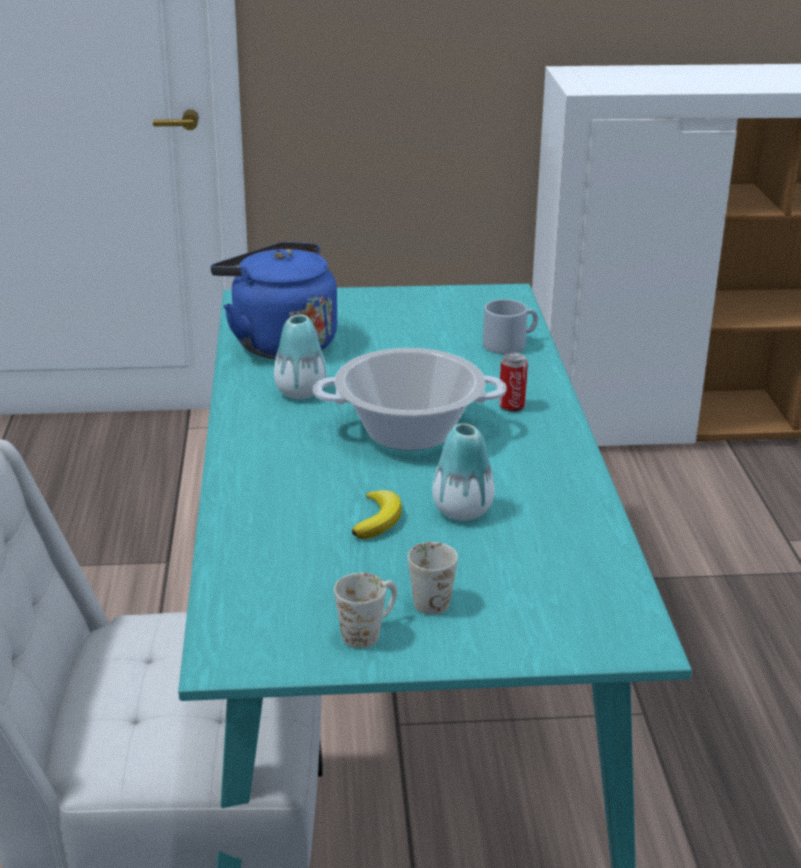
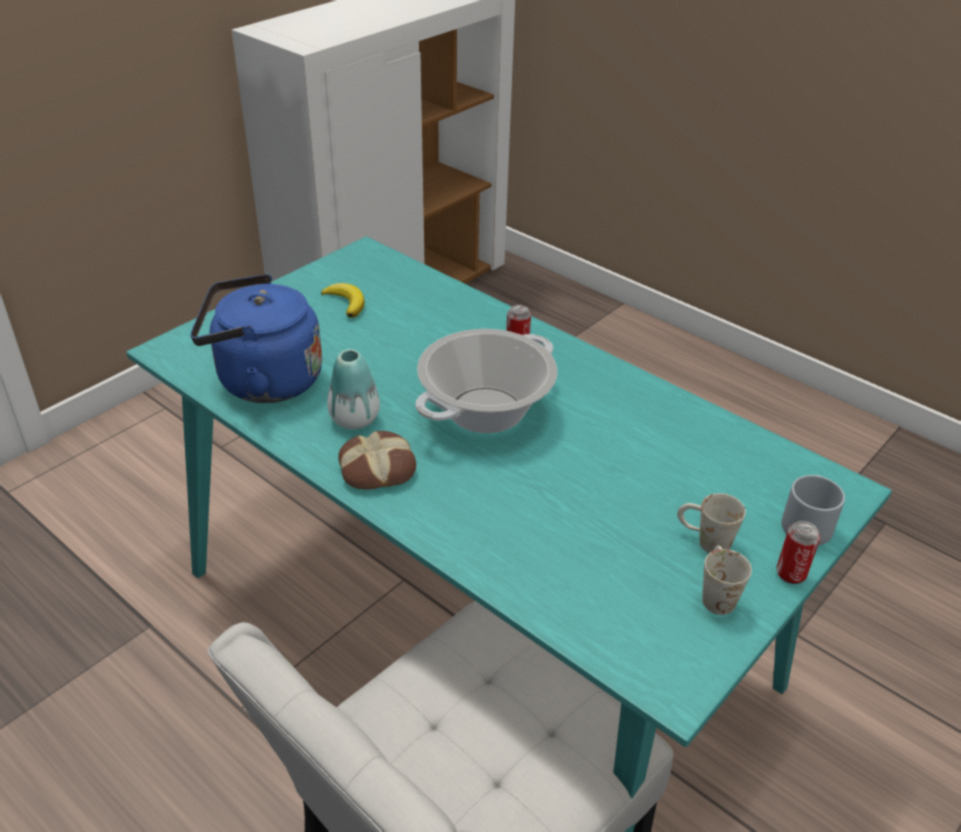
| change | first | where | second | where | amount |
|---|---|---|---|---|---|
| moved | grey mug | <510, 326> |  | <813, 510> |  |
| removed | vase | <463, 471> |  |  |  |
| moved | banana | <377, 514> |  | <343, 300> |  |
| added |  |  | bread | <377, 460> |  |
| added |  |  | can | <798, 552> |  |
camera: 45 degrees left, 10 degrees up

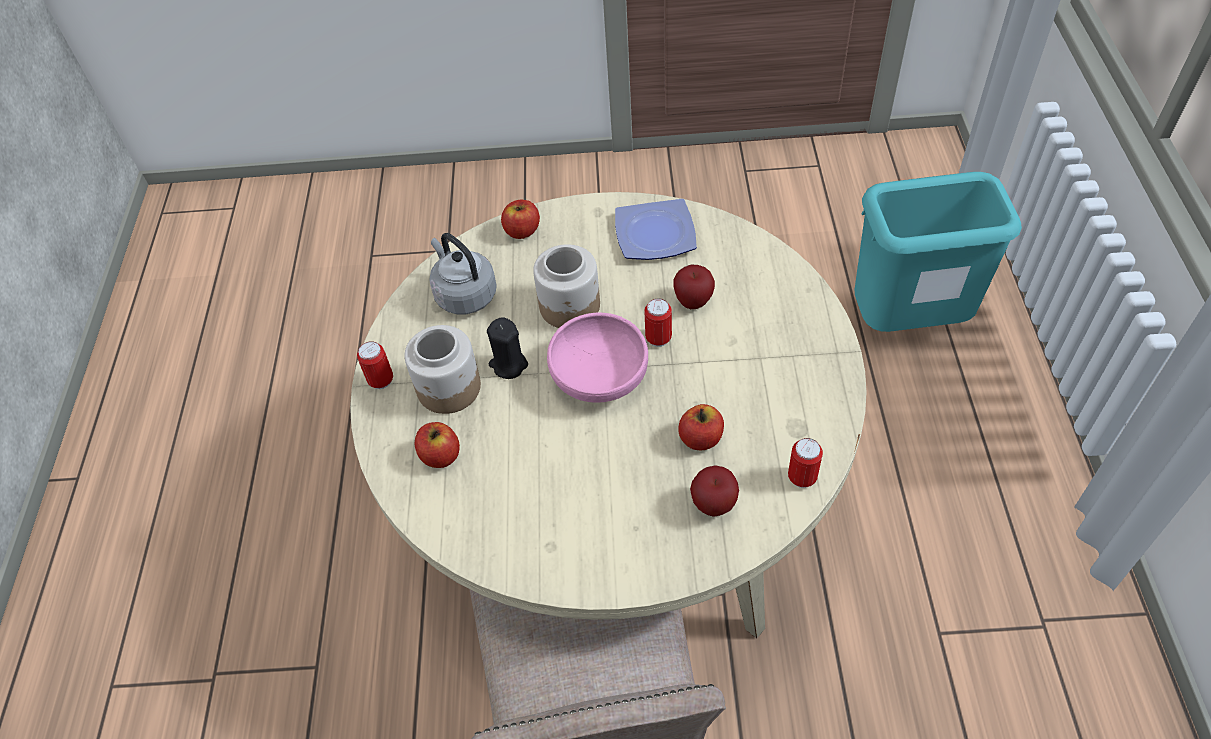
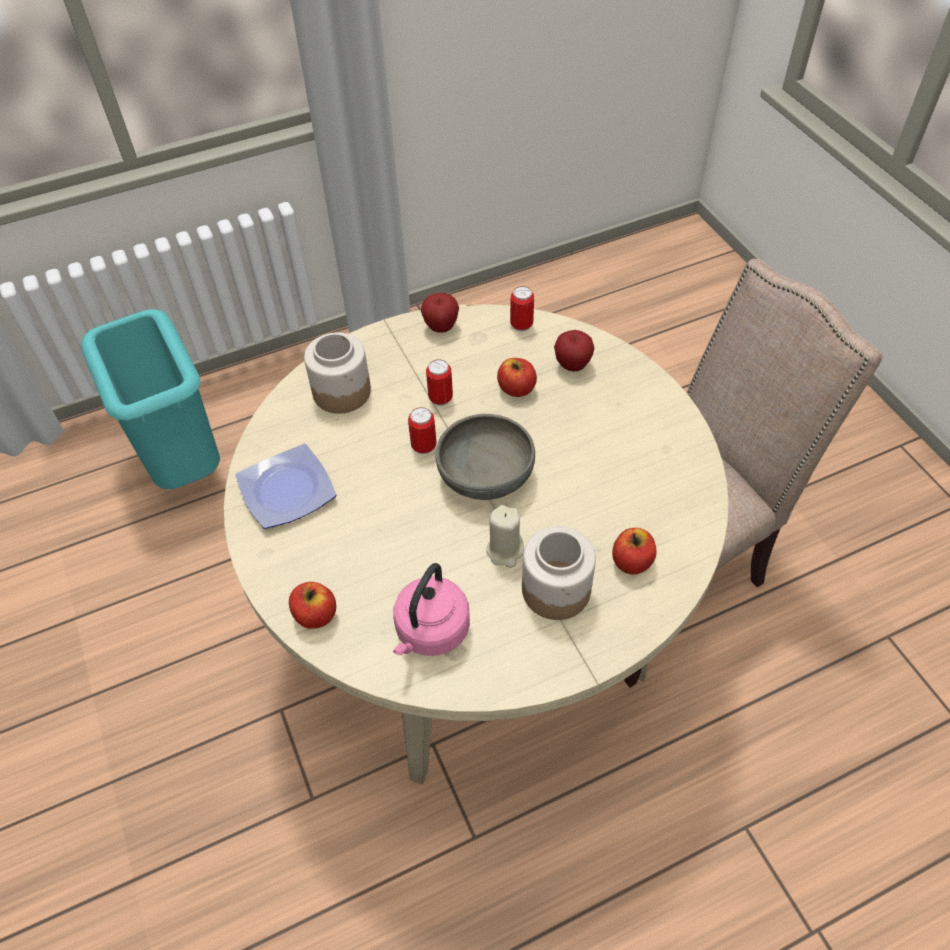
| change | first | where | second | where | amount |
|---|---|---|---|---|---|
| recoloured | grey kettle | <463, 273> | pink kettle | <431, 609> |  |
| moved | jar | <566, 286> |  | <337, 373> |  |
| moved | apple | <694, 287> |  | <440, 313> |  |
| recoloured | pink bowl | <597, 357> | grey bowl | <485, 457> |  |
| recoloured | black candle | <507, 348> | beige candle | <505, 536> |  |
| moved | can | <375, 365> |  | <439, 382> |  |
camera: 115 degrees left, 0 degrees up

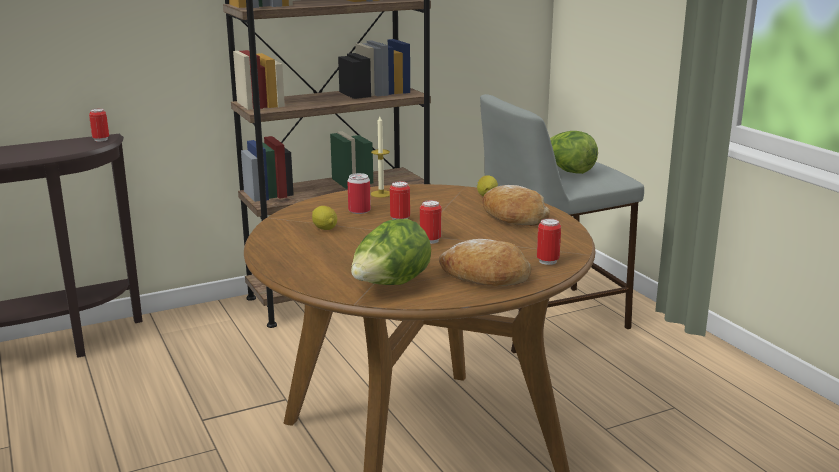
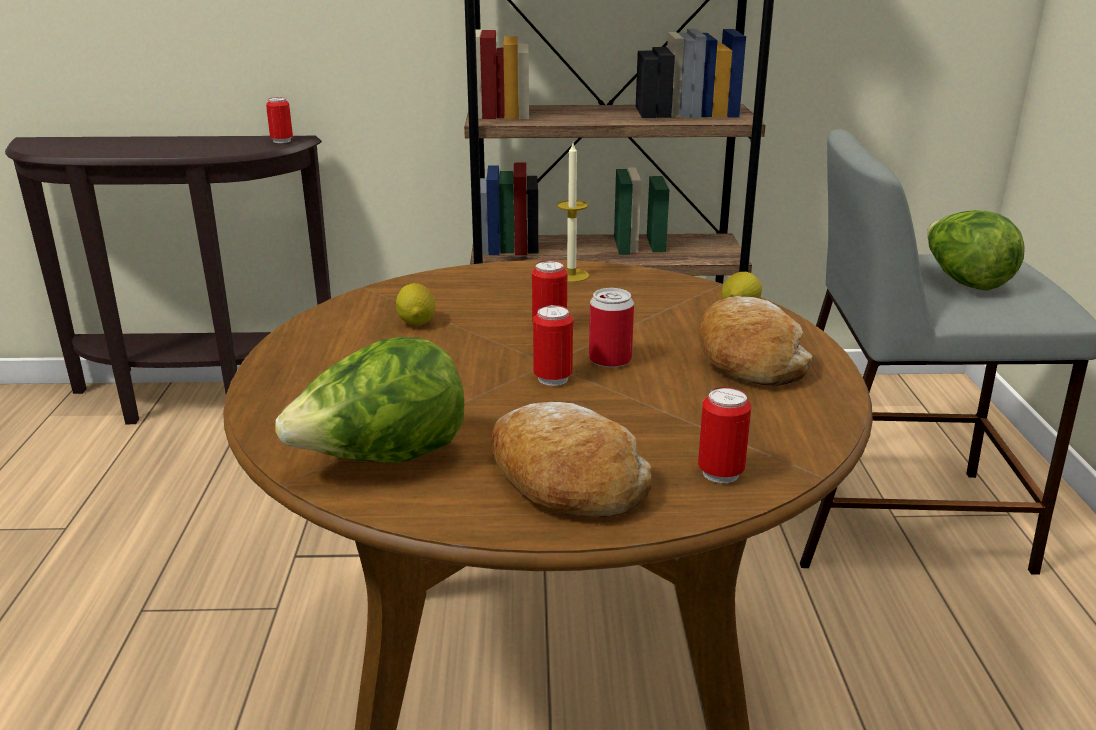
| change | first | where | second | where | amount |
|---|---|---|---|---|---|
| moved | can | <359, 193> |  | <611, 328> |  |
camera: 25 degrees right, 5 degrees up

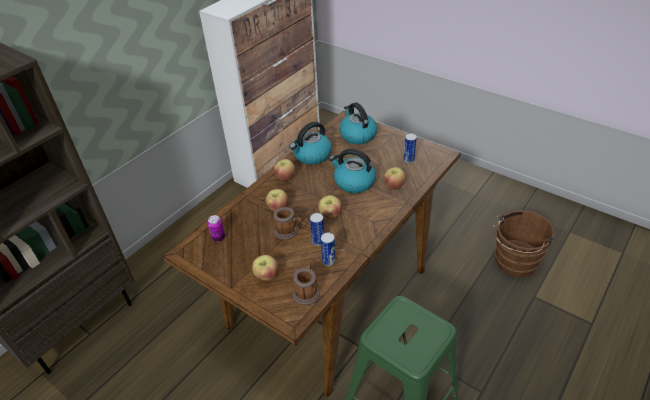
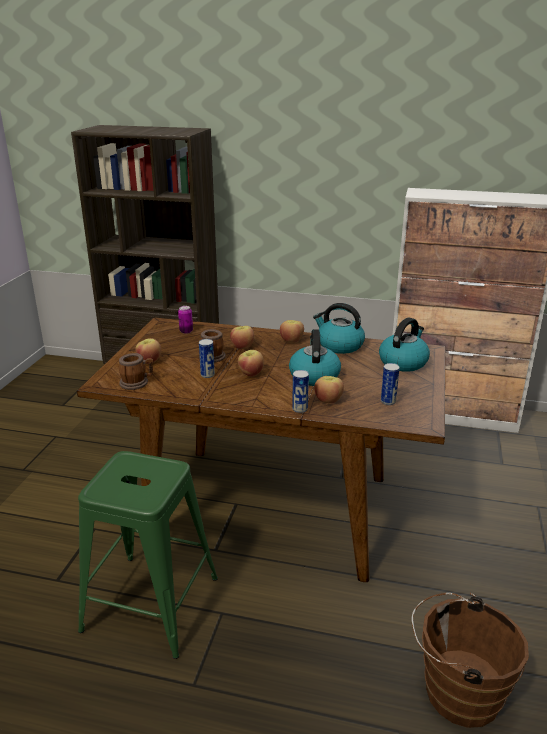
| change | first | where | second | where | amount |
|---|---|---|---|---|---|
| moved | can | <328, 249> |  | <300, 391> |  |
camera: 65 degrees right, 15 degrees down

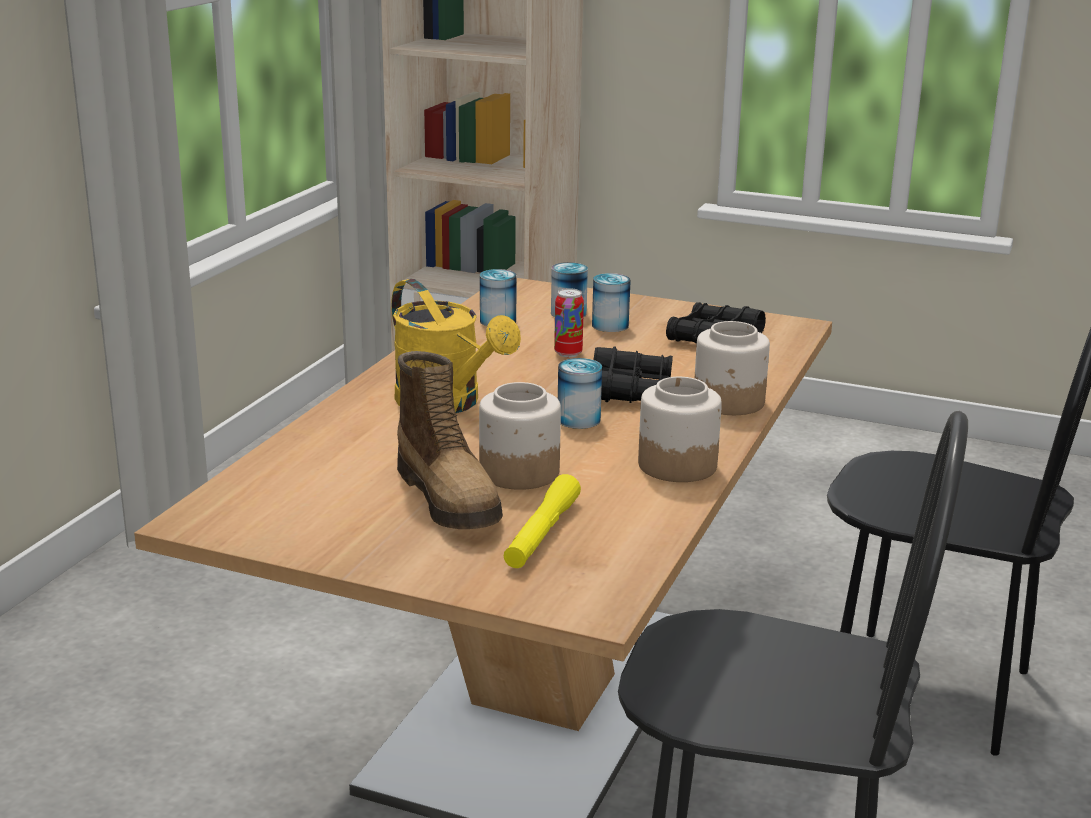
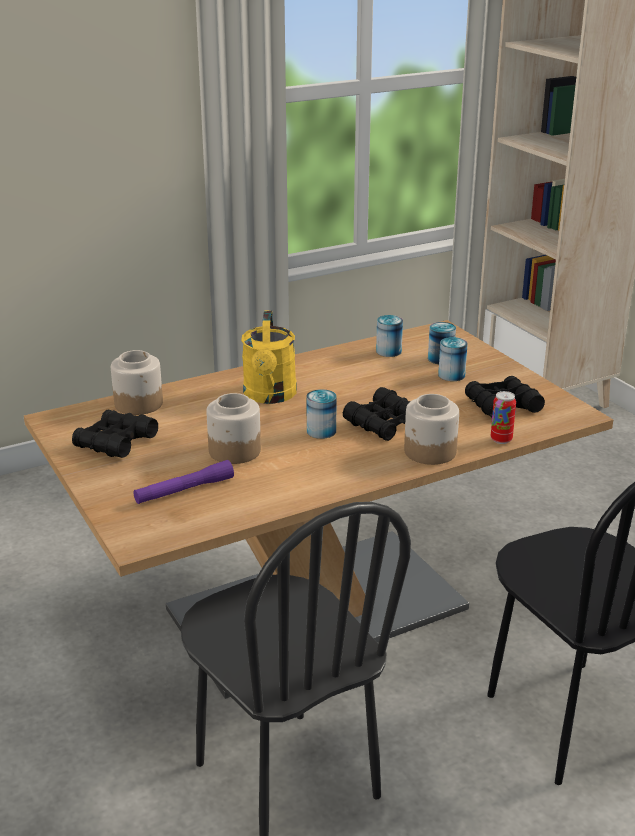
| change | first | where | second | where | amount |
|---|---|---|---|---|---|
| moved | can | <569, 322> |  | <503, 417> |  |
| removed | boot | <450, 440> |  |  |  |
| moved | jar | <680, 429> |  | <137, 382> |  |
| recoloured | yellow flashlight | <542, 521> | purple flashlight | <184, 482> |  |
| added |  |  | black binoculars | <115, 434> |  |
camera: 40 degrees right, 5 degrees up

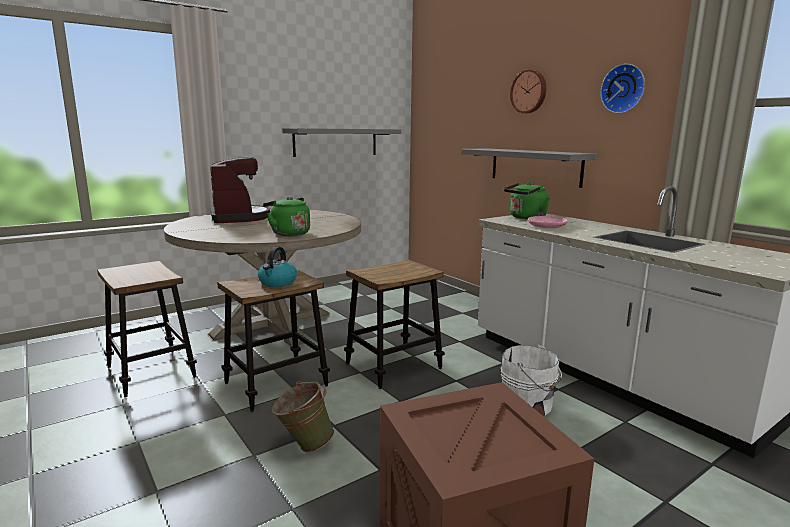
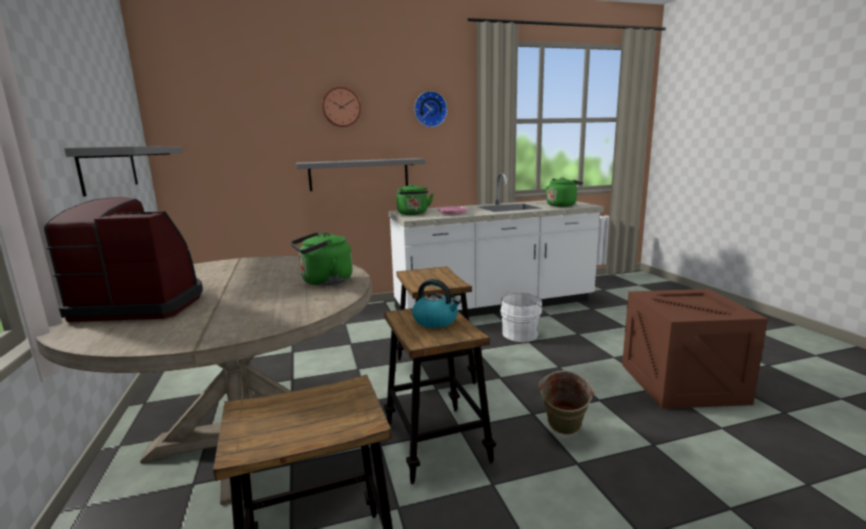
| change | first | where | second | where | amount |
|---|---|---|---|---|---|
| added |  |  | green kettle | <564, 192> |  |
camera: 70 degrees left, 0 degrees up

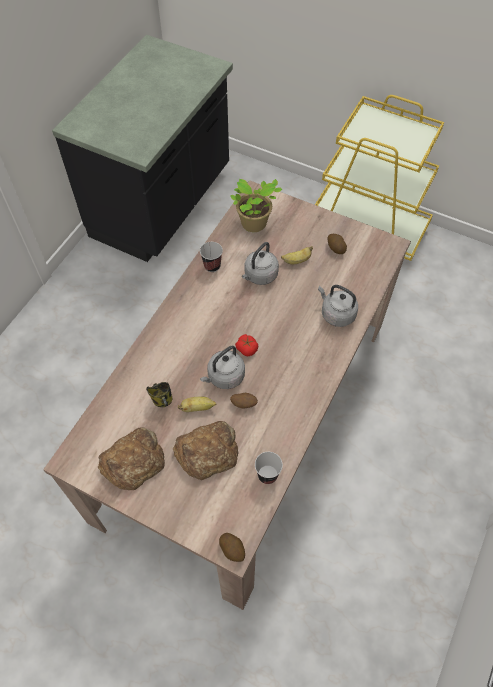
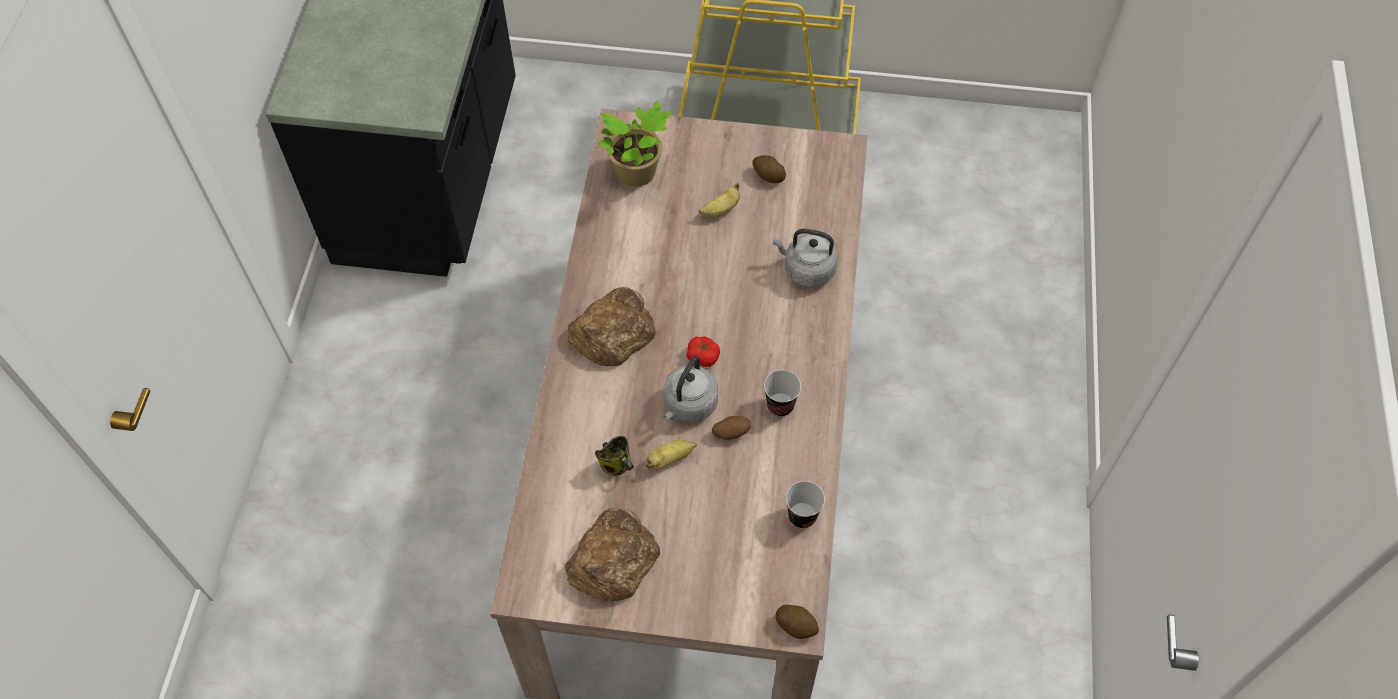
| change | first | where | second | where | amount |
|---|---|---|---|---|---|
| moved | cup | <211, 257> |  | <782, 393> |  |
| removed | grey kettle | <260, 263> |  |  |  |
| moved | bread | <206, 450> |  | <611, 326> |  |
camera: 20 degrees left, 0 degrees up

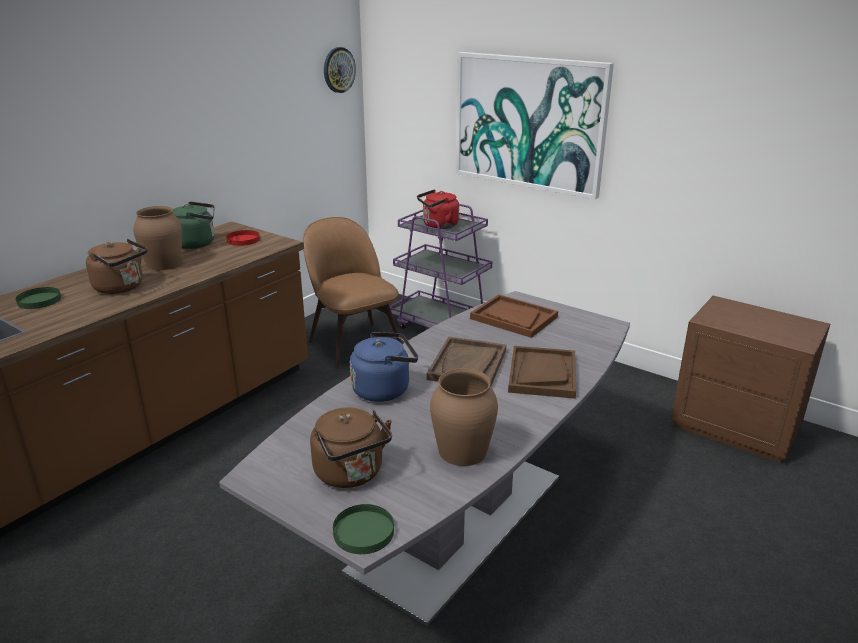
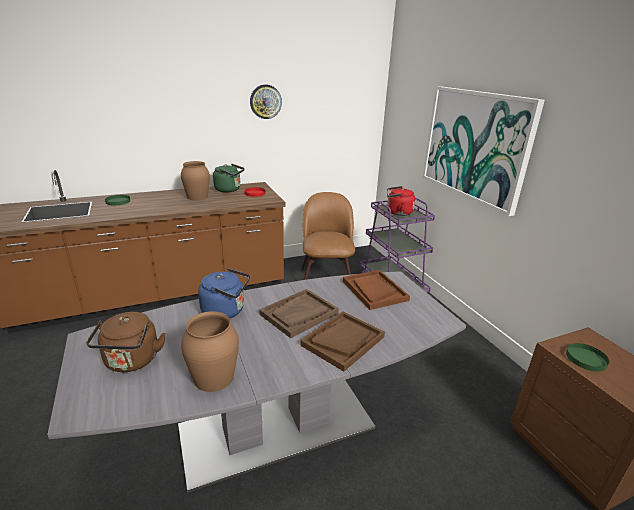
| change | first | where | second | where | amount |
|---|---|---|---|---|---|
| moved | wall clock | <340, 70> |  | <266, 101> |  |
| removed | brown kettle | <117, 266> |  |  |  |
| moved | green plate | <363, 529> |  | <587, 357> |  |
camera: 30 degrees right, 0 degrees up

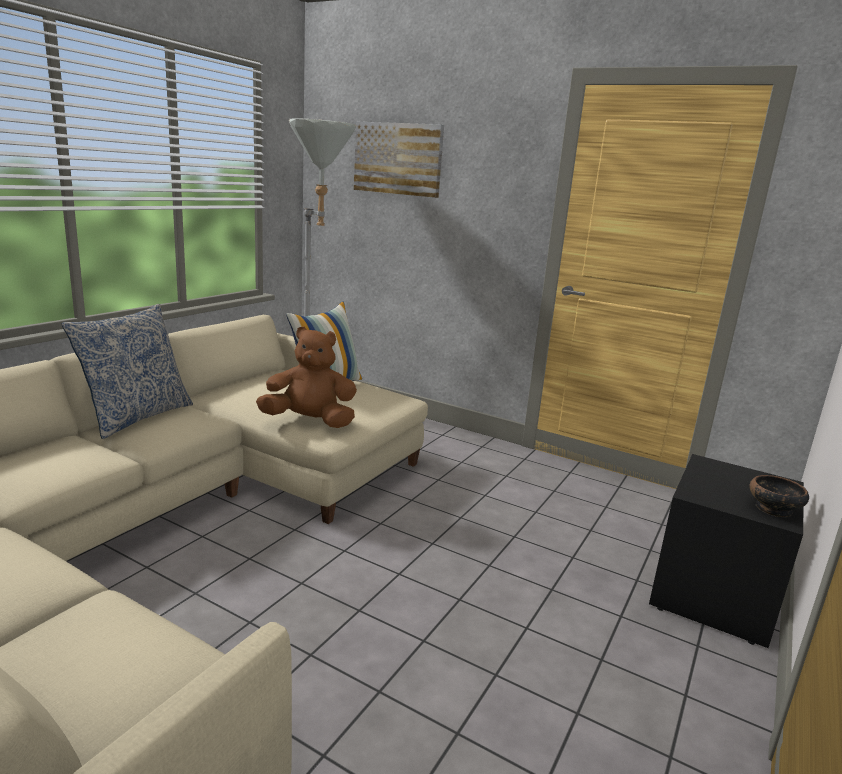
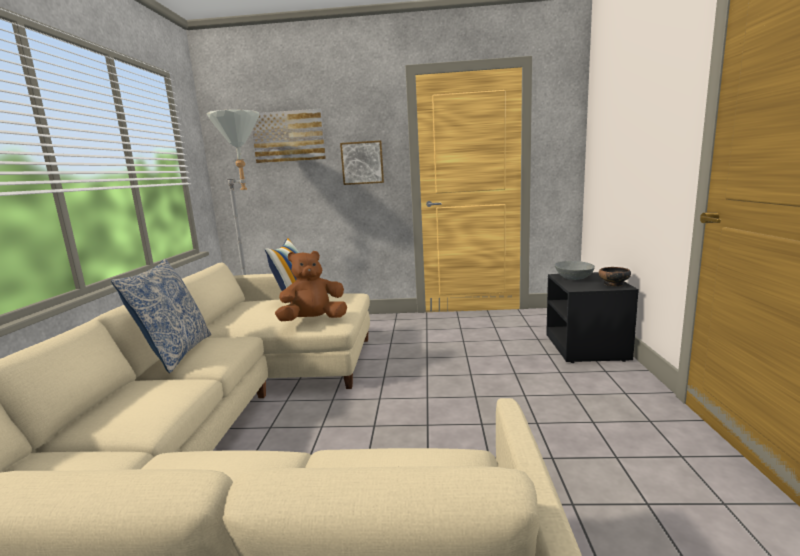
| change | first | where | second | where | amount |
|---|---|---|---|---|---|
| added |  |  | picture | <362, 162> |  |
| added |  |  | grey bowl | <574, 270> |  |
camera: 25 degrees left, 5 degrees down

